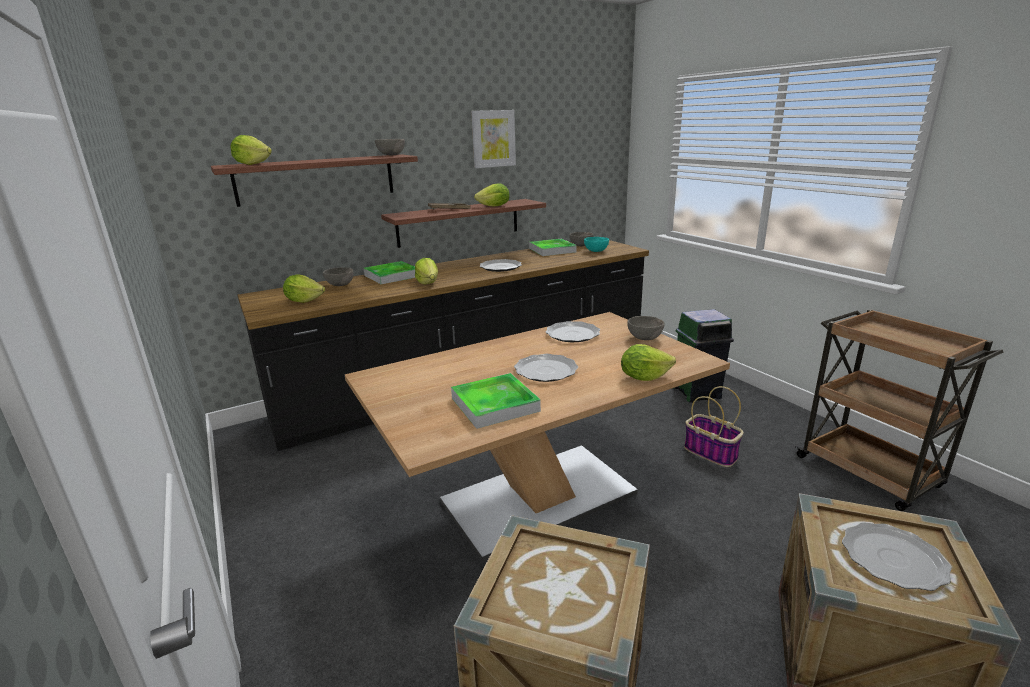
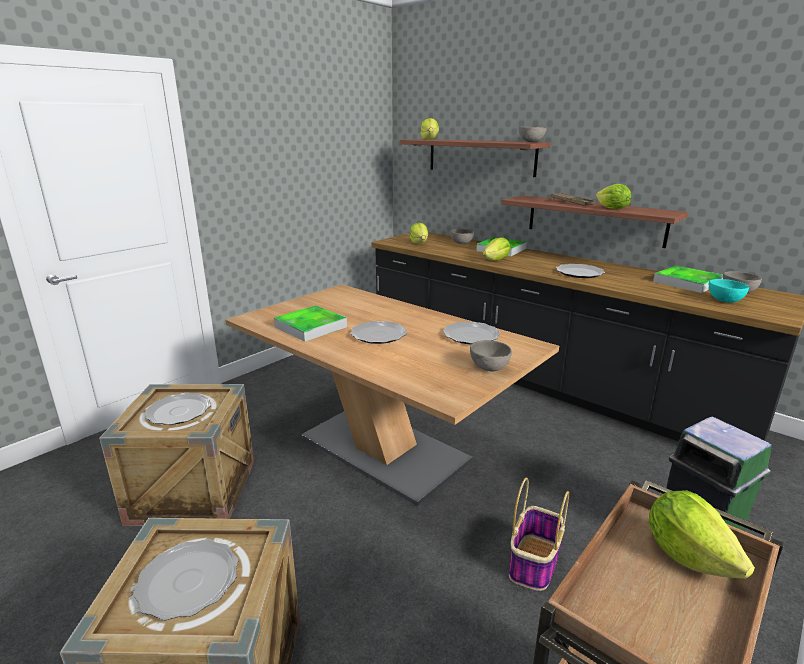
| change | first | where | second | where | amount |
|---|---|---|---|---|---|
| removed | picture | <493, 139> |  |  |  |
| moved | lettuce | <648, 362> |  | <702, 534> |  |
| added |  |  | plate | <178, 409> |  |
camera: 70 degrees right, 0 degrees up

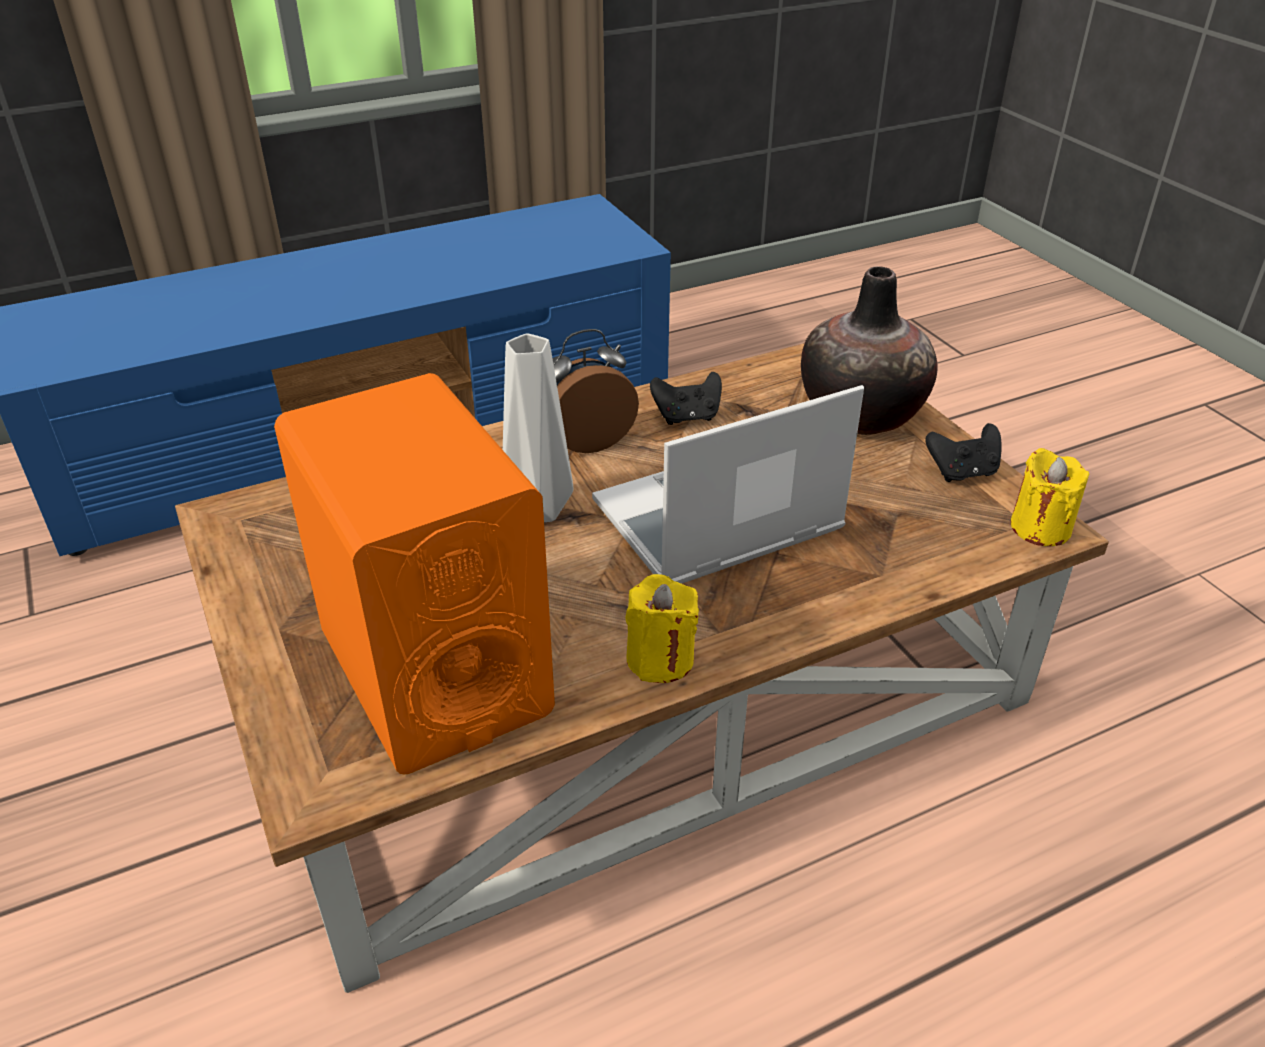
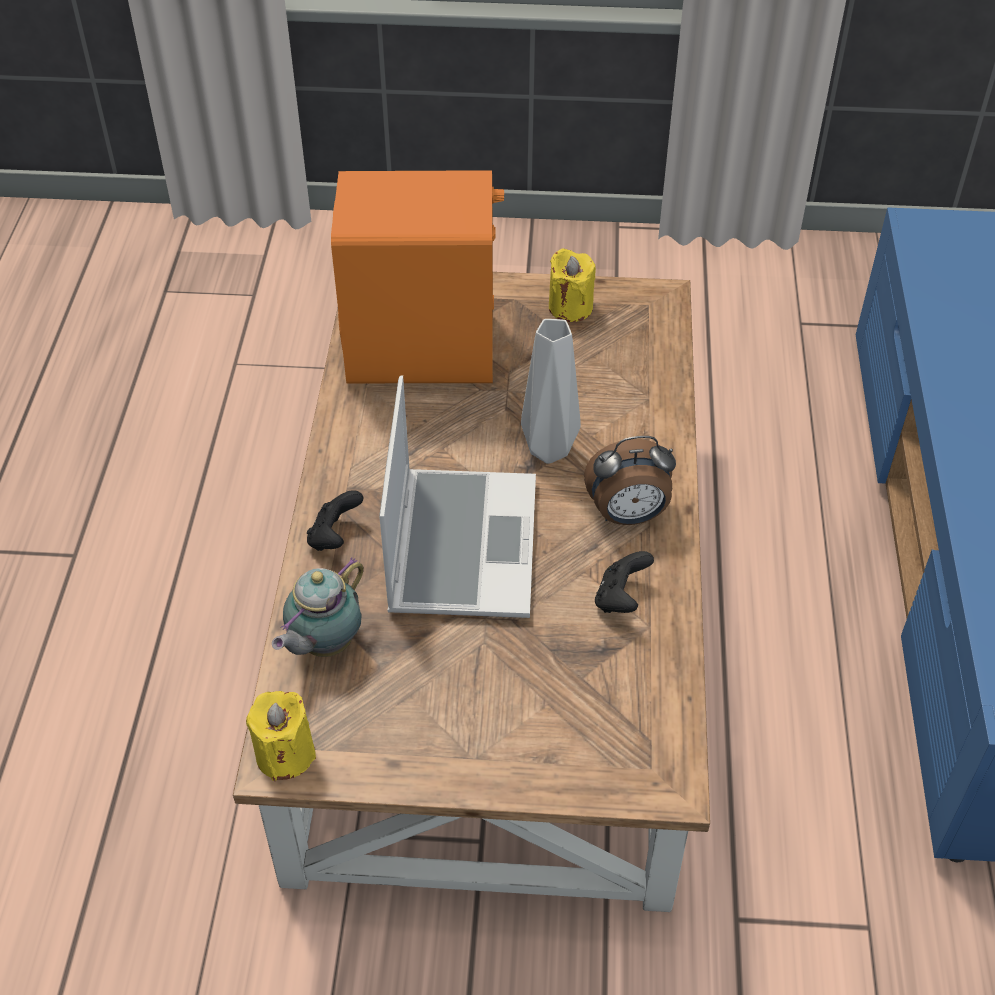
| change | first | where | second | where | amount |
|---|---|---|---|---|---|
| removed | vase | <869, 350> |  |  |  |
| turned | alarm clock | <596, 391> |  | <630, 480> | 75 degrees clockwise |
| moved | black game controller | <963, 452> |  | <335, 520> |  |
| moved | yellow candle | <662, 628> |  | <572, 285> |  |
| added |  |  | teapot | <318, 607> |  |
camera: 120 degrees right, 10 degrees up

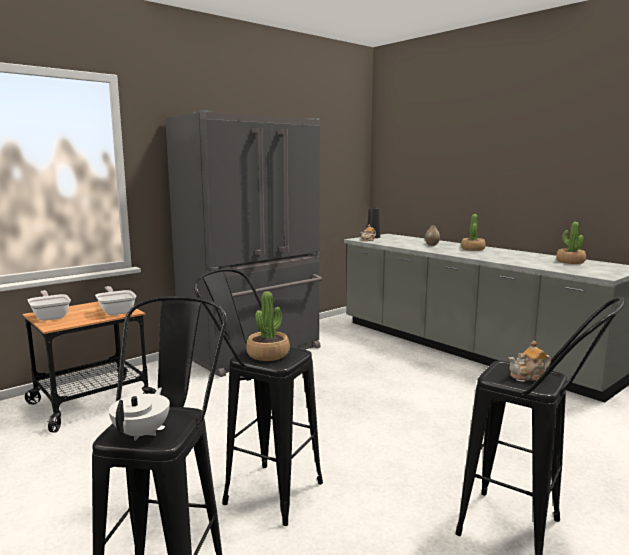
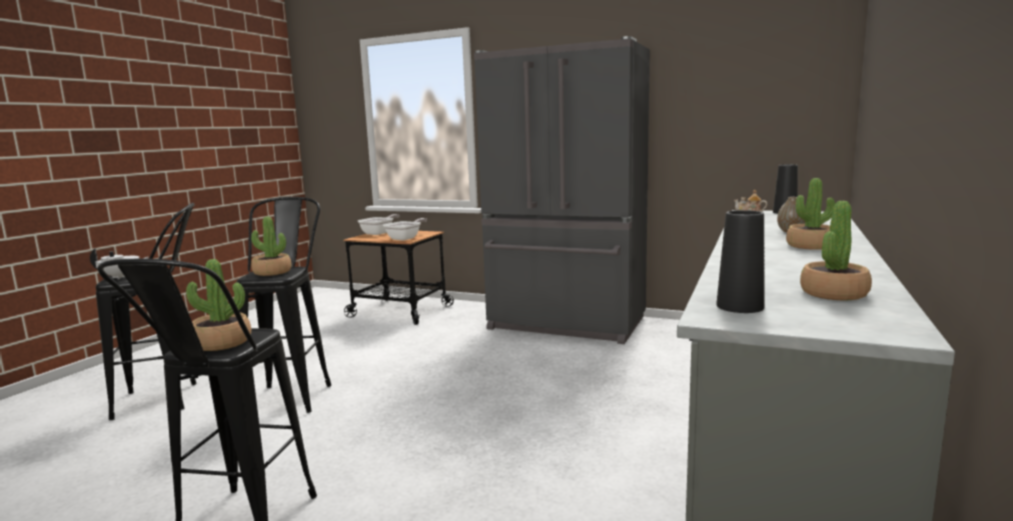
| change | first | where | second | where | amount |
|---|---|---|---|---|---|
| replaced | teapot | <529, 361> | potted plant | <218, 305> |  |
| added |  |  | black vase | <740, 261> |  |
camera: 65 degrees right, 0 degrees up

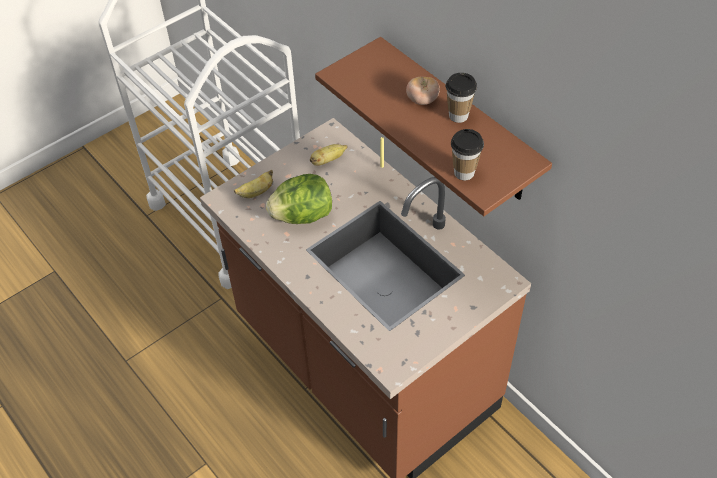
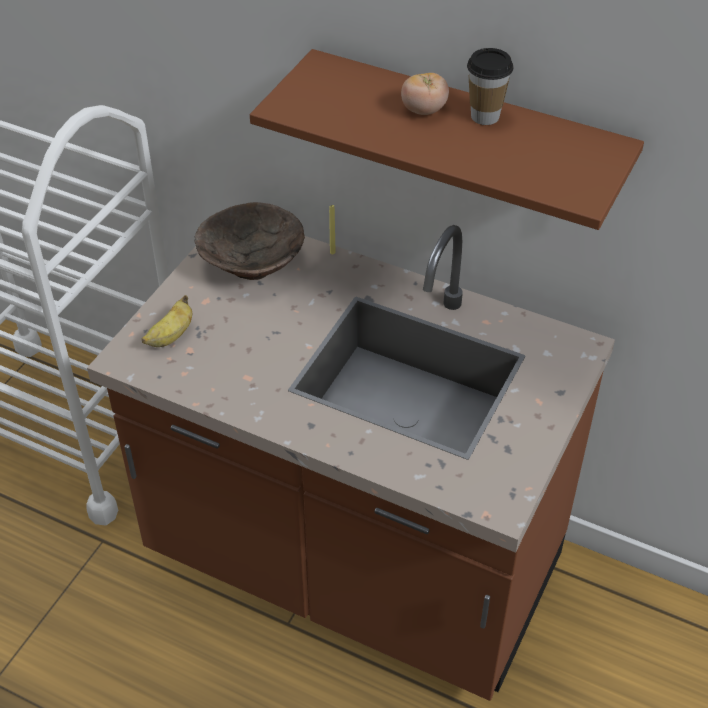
| change | first | where | second | where | amount |
|---|---|---|---|---|---|
| removed | cup | <467, 154> |  |  |  |
| replaced | banana | <329, 155> | brown bowl | <250, 241> |  |
| removed | lettuce | <299, 199> |  |  |  |
camera: 25 degrees left, 5 degrees down

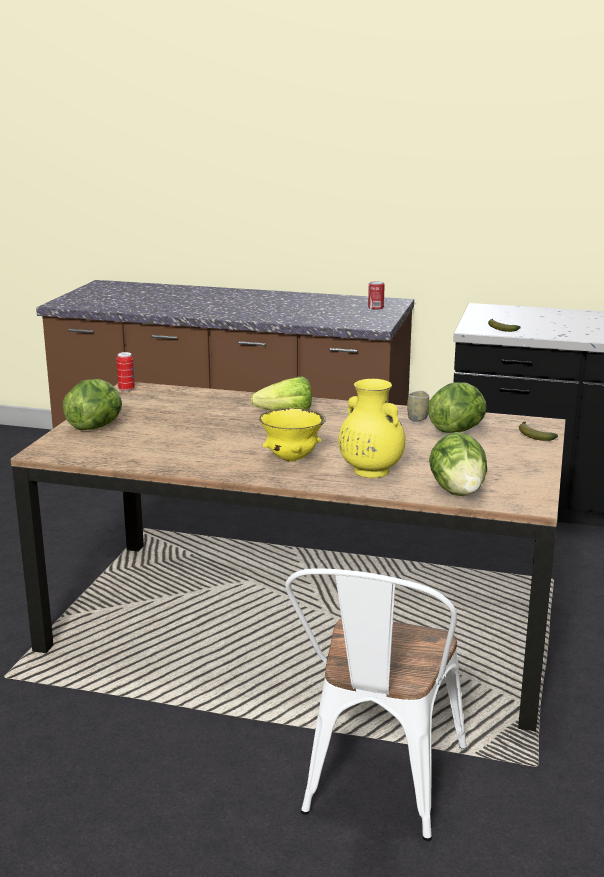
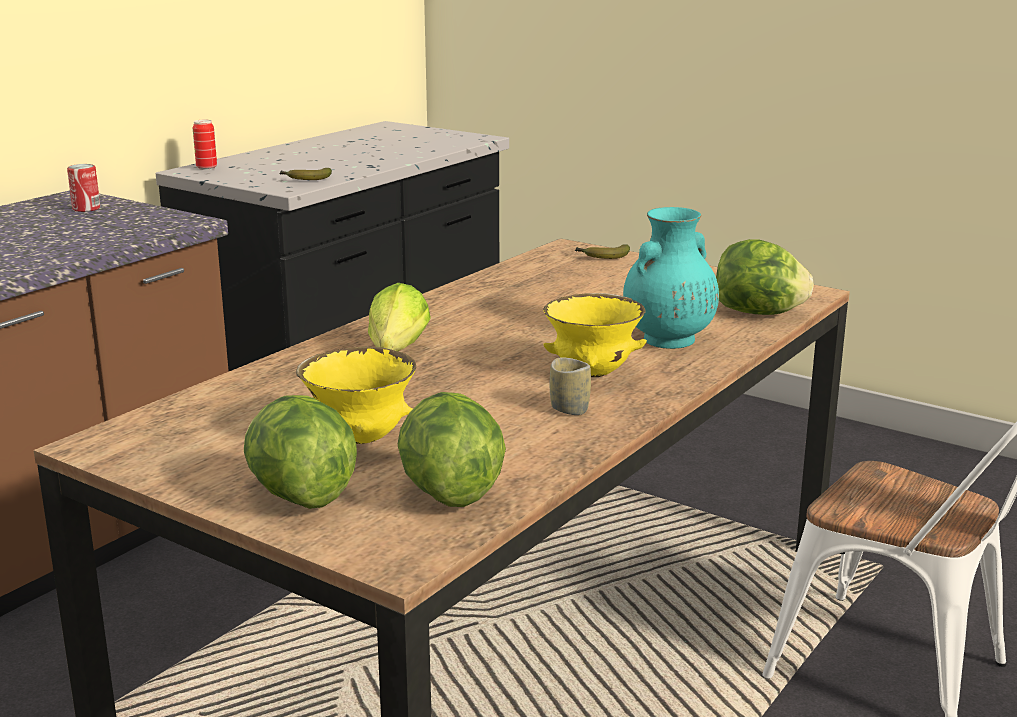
| change | first | where | second | where | amount |
|---|---|---|---|---|---|
| moved | can | <126, 372> |  | <205, 145> |  |
| recoloured | yellow vase | <371, 428> | turquoise vase | <671, 278> |  |
| moved | lettuce | <457, 407> |  | <452, 449> |  |
| moved | cup | <418, 406> |  | <570, 386> |  |
| added |  |  | yellow bowl | <356, 395> |  |
camera: 70 degrees left, 0 degrees up

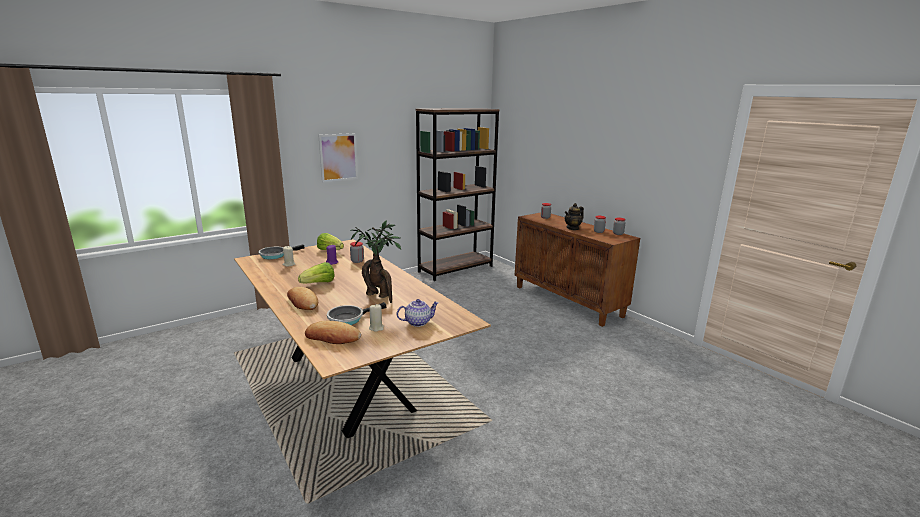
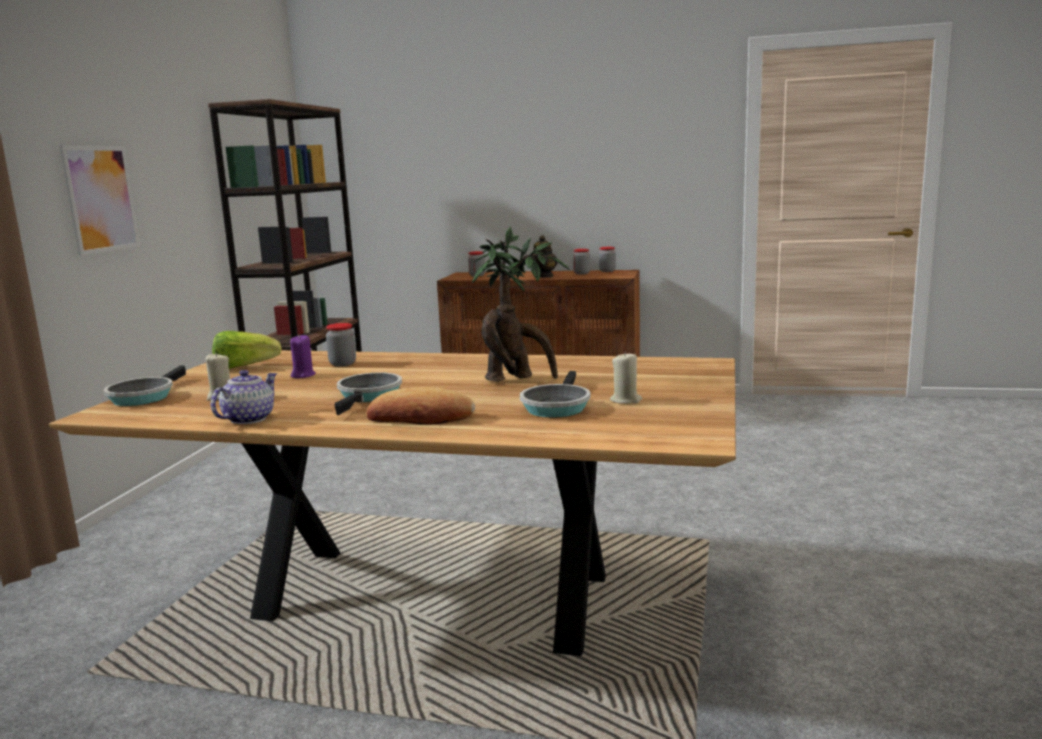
| change | first | where | second | where | amount |
|---|---|---|---|---|---|
| replaced | lettuce | <316, 272> | frying pan | <368, 394> |  |
| moved | teapot | <418, 313> |  | <244, 397> |  |
| removed | bread | <333, 332> |  |  |  |
camera: 40 degrees left, 5 degrees down

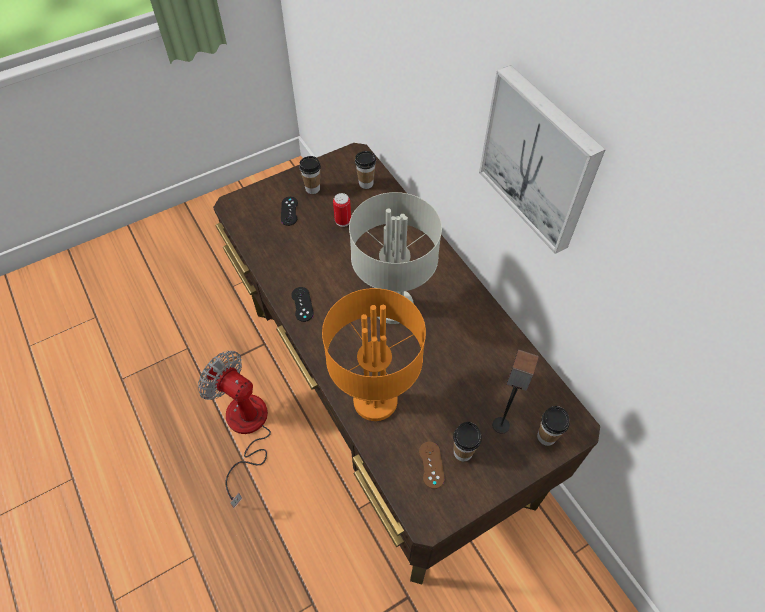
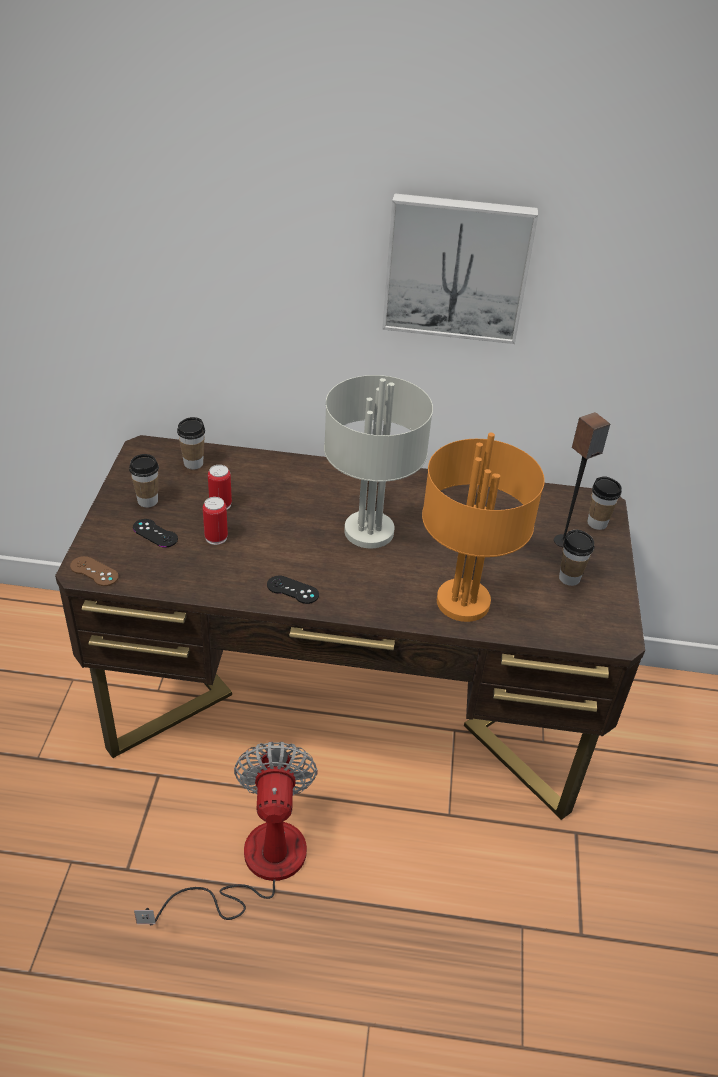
| change | first | where | second | where | amount |
|---|---|---|---|---|---|
| turned | fan | <234, 429> |  | <226, 834> | 105 degrees clockwise |
| moved | brown game controller | <432, 465> |  | <94, 571> |  |
| added |  |  | can | <215, 521> |  |
camera: 55 degrees left, 15 degrees down

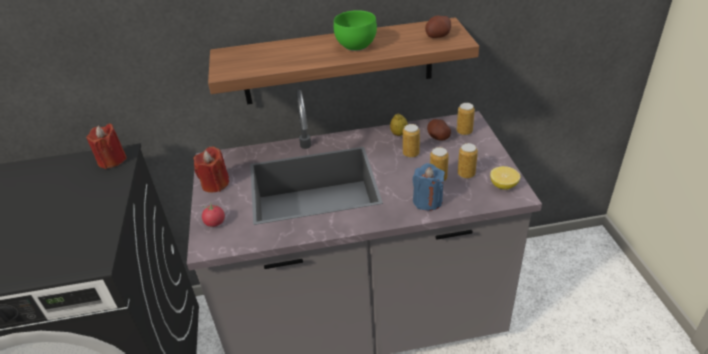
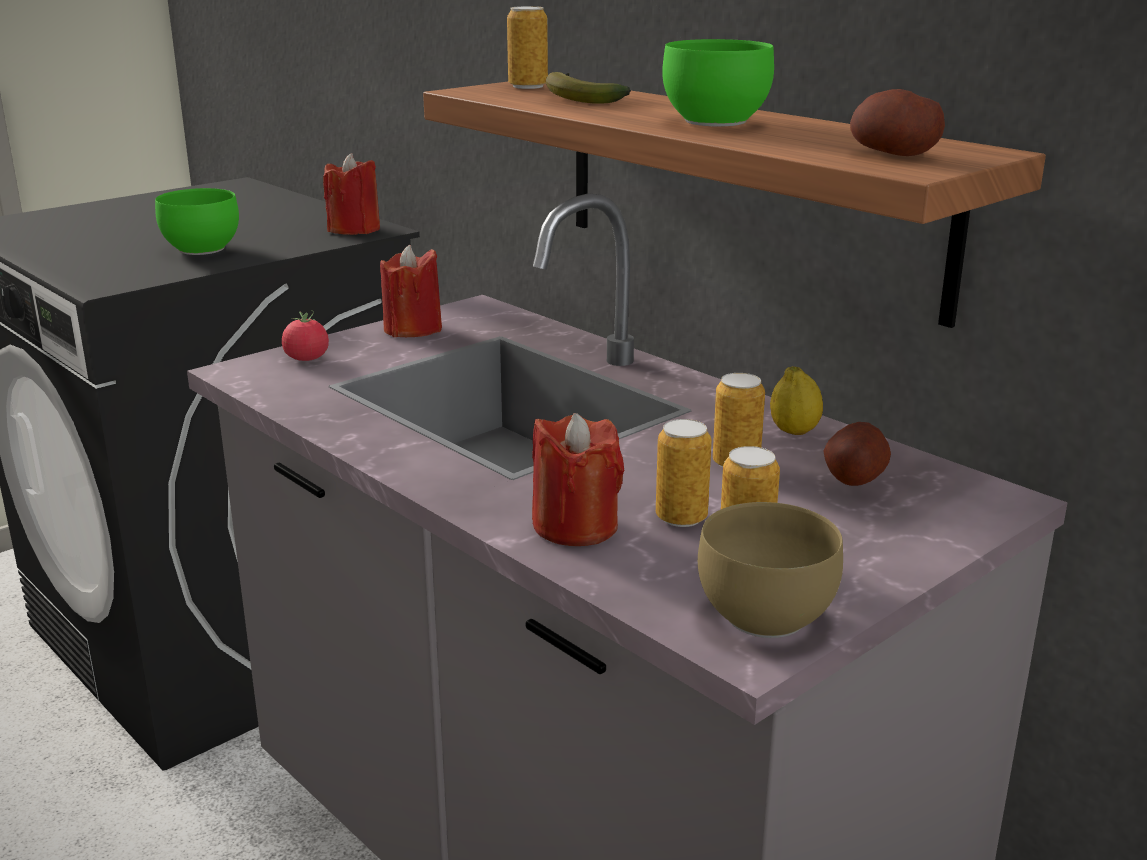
| change | first | where | second | where | amount |
|---|---|---|---|---|---|
| moved | can | <466, 119> |  | <527, 47> |  |
| recoloured | blue candle | <429, 187> | red candle | <578, 479> |  |
| replaced | lemon | <505, 178> | brown bowl | <770, 570> |  |
| added |  |  | banana | <588, 88> |  |
| added |  |  | green bowl | <197, 221> |  |
camera: 55 degrees right, 15 degrees down

